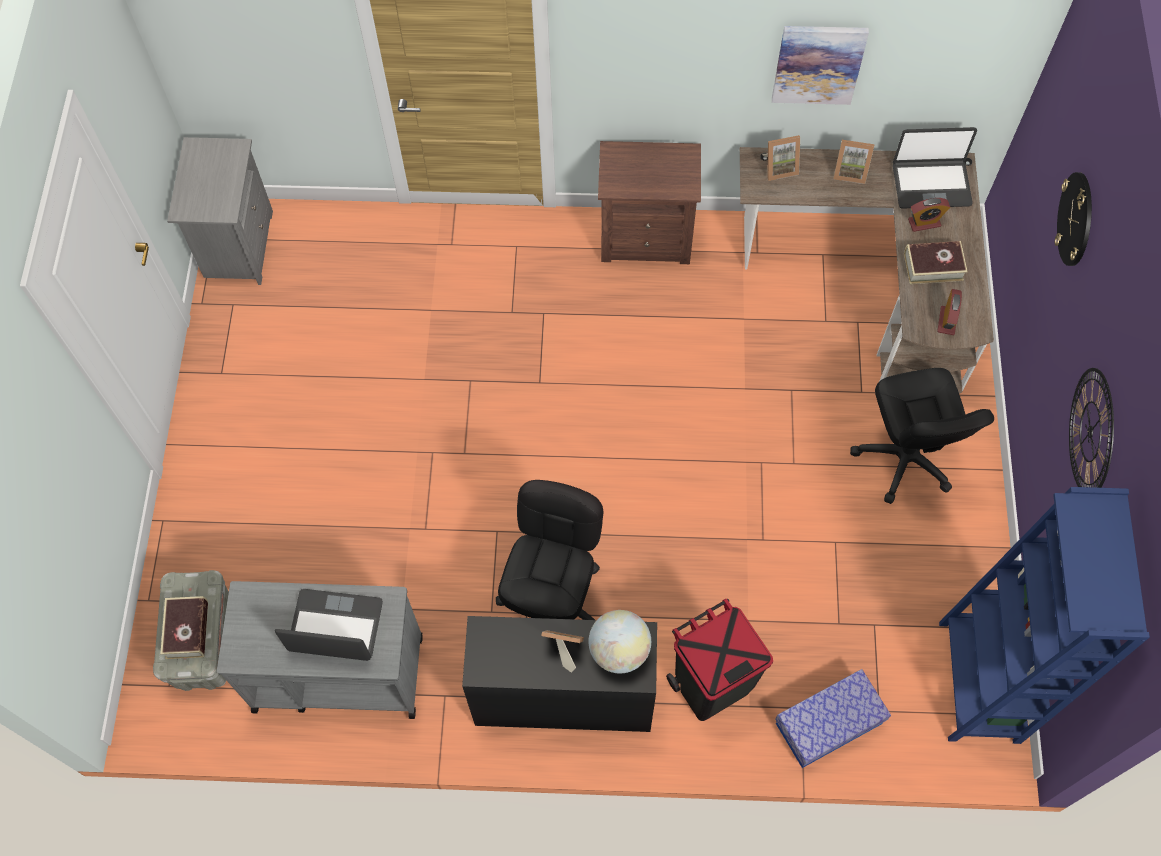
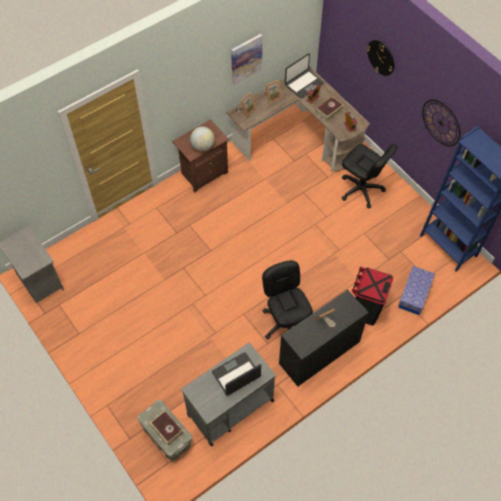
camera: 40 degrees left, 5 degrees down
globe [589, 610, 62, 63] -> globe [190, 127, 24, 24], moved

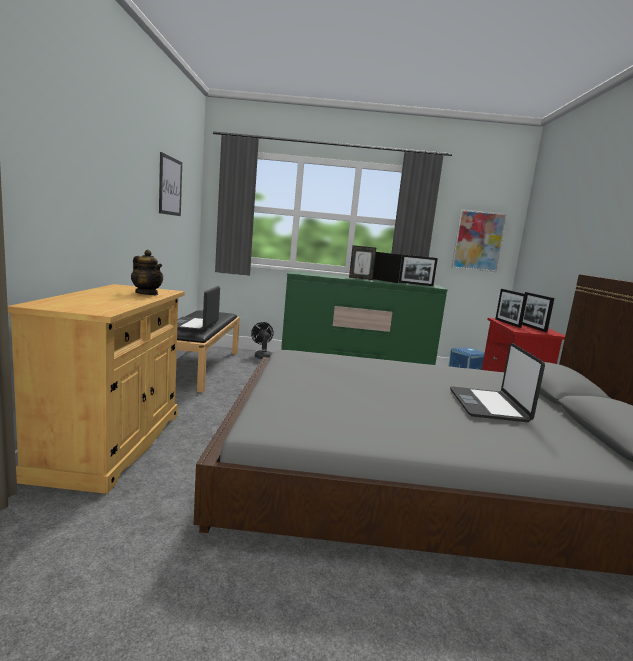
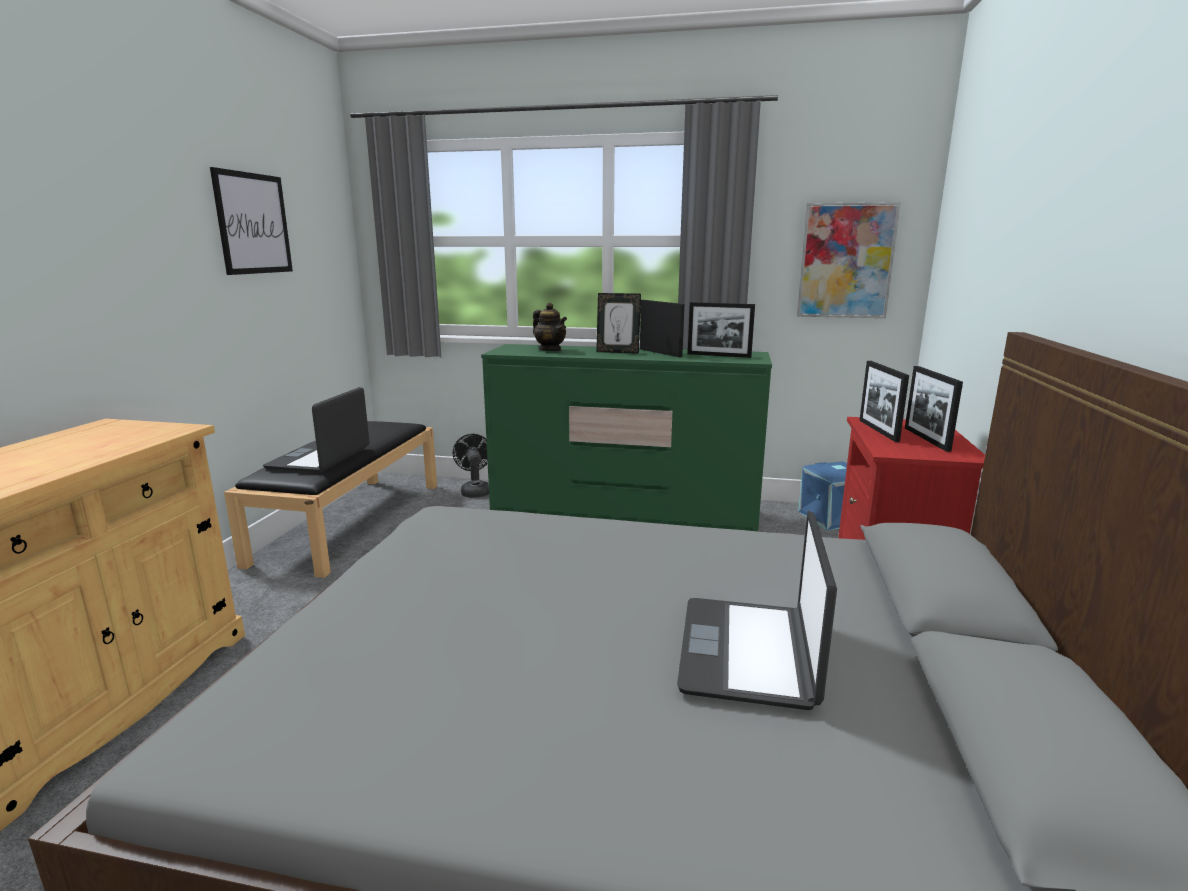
camera: 10 degrees right, 5 degrees up
teapot [131, 250, 32, 45] -> teapot [533, 303, 34, 48], moved

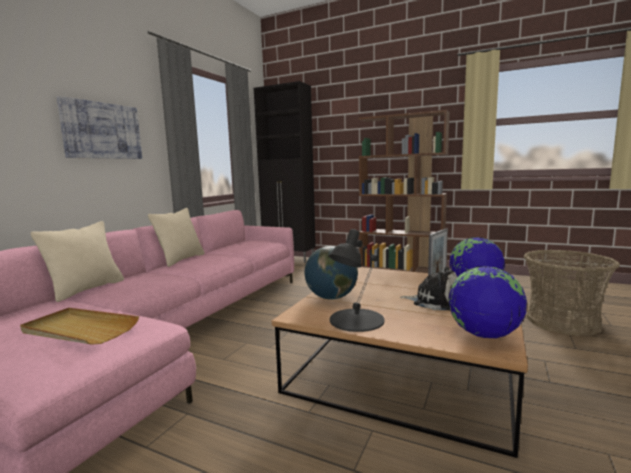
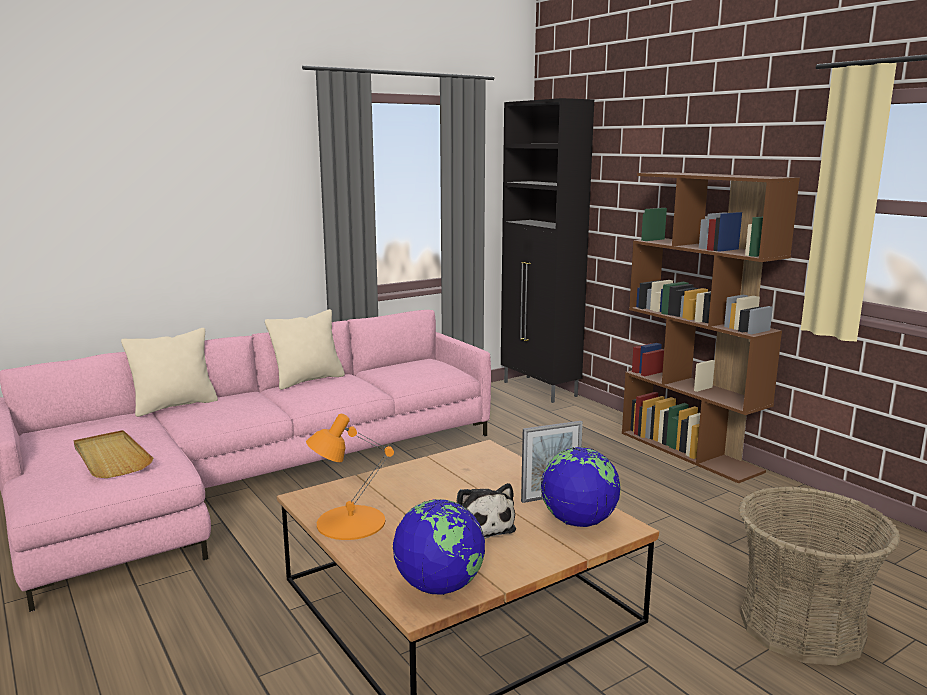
camera: 30 degrees right, 5 degrees up
wall art [57, 96, 85, 63] -> none
globe [304, 246, 54, 53] -> none
black table lamp [328, 229, 57, 103] -> orange-coloured table lamp [306, 414, 88, 126]

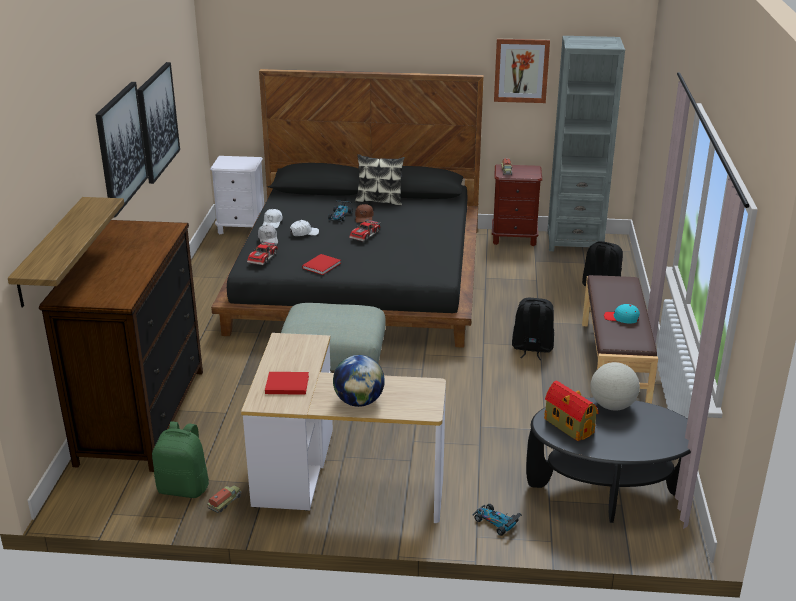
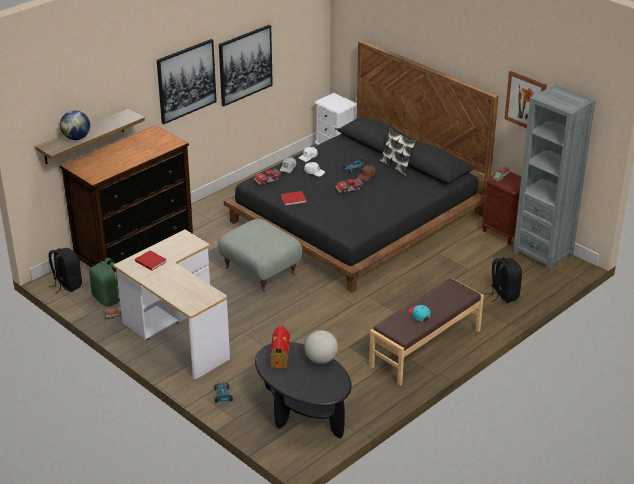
camera: 40 degrees right, 5 degrees up
globe [333, 355, 52, 52] -> globe [60, 110, 30, 30], moved
black backpack [512, 298, 42, 62] -> black backpack [48, 248, 34, 46], moved

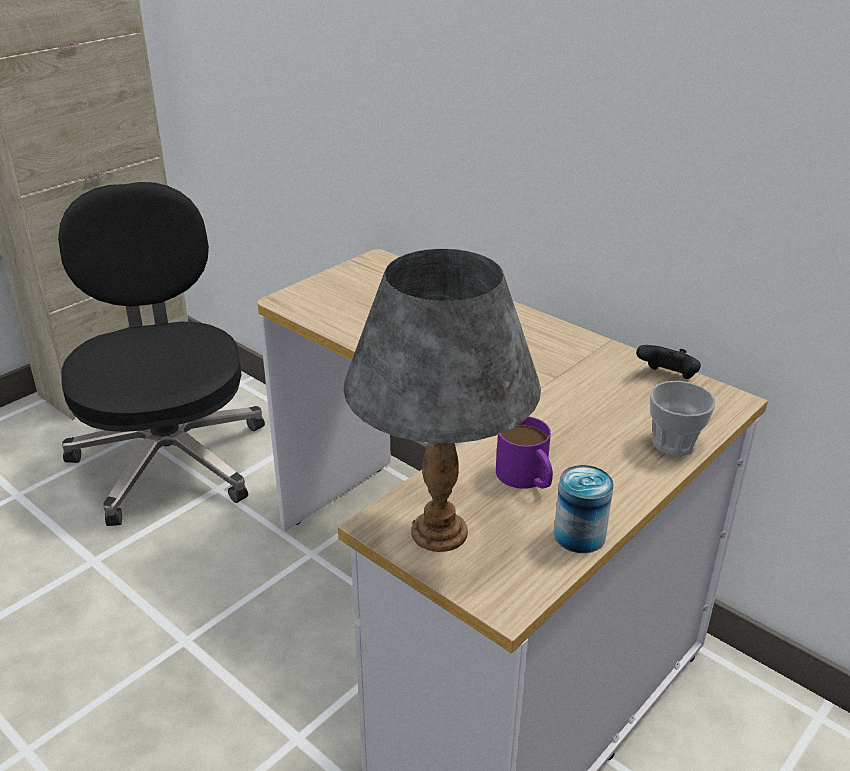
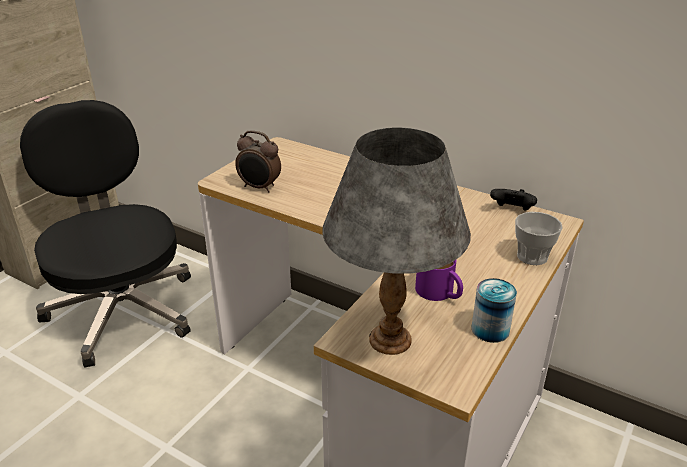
camera: 10 degrees left, 0 degrees up
none -> table clock [235, 130, 46, 62]

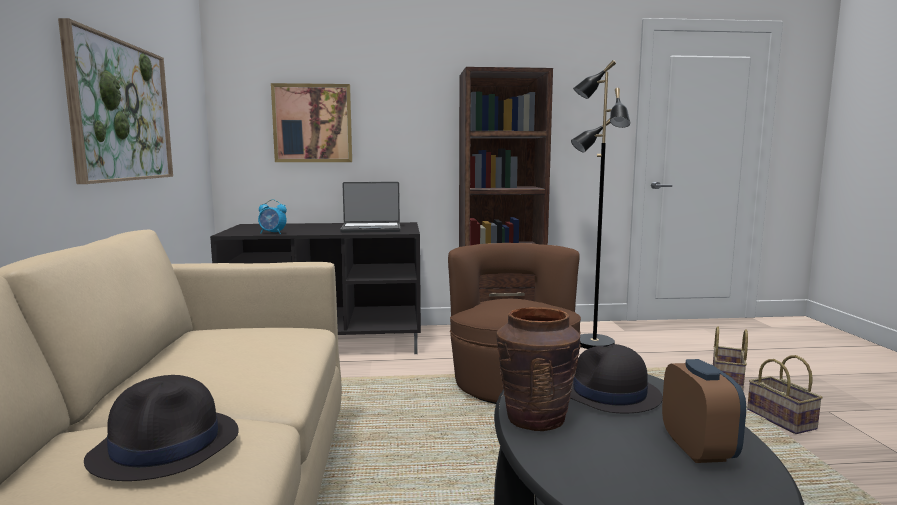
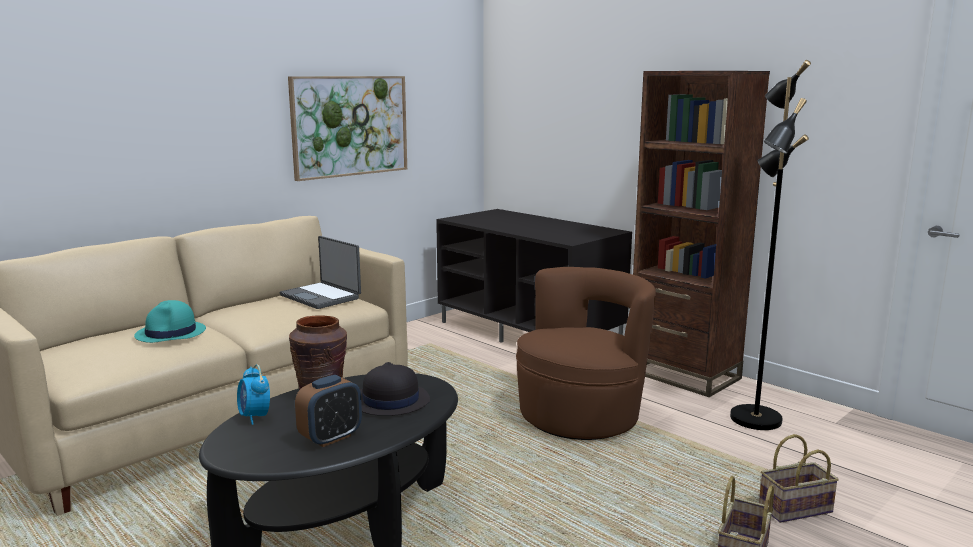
camera: 50 degrees right, 5 degrees up
wall art [271, 83, 81, 79] -> none
table clock [258, 199, 29, 35] -> table clock [237, 364, 33, 61], moved
laptop [340, 182, 61, 51] -> laptop [280, 236, 81, 73], moved
black hat [84, 375, 155, 106] -> blue-green hat [134, 300, 72, 43]

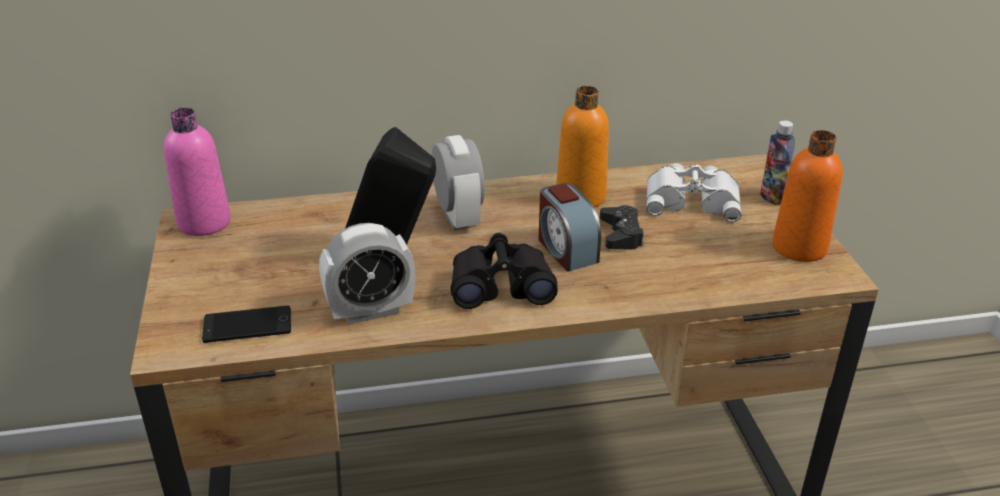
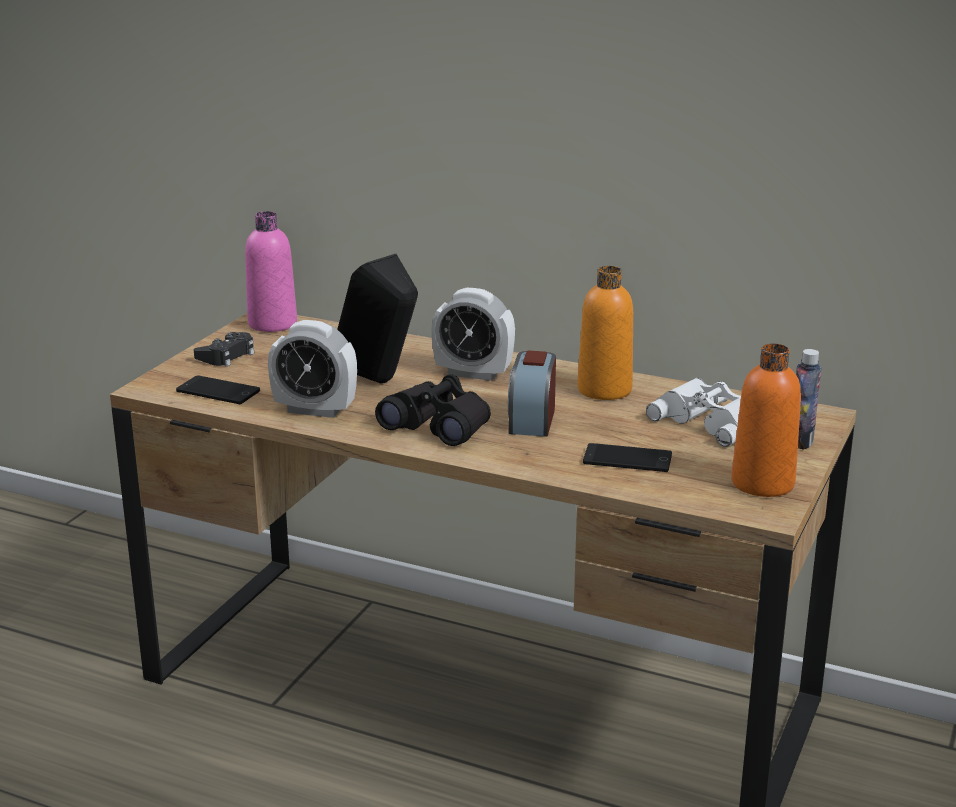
camera: 35 degrees right, 10 degrees down
none -> phone [583, 443, 89, 29]
black gamepad [600, 205, 44, 45] -> black gamepad [194, 332, 61, 35], moved
table clock [432, 135, 53, 95] -> table clock [431, 288, 84, 93], 90 degrees clockwise

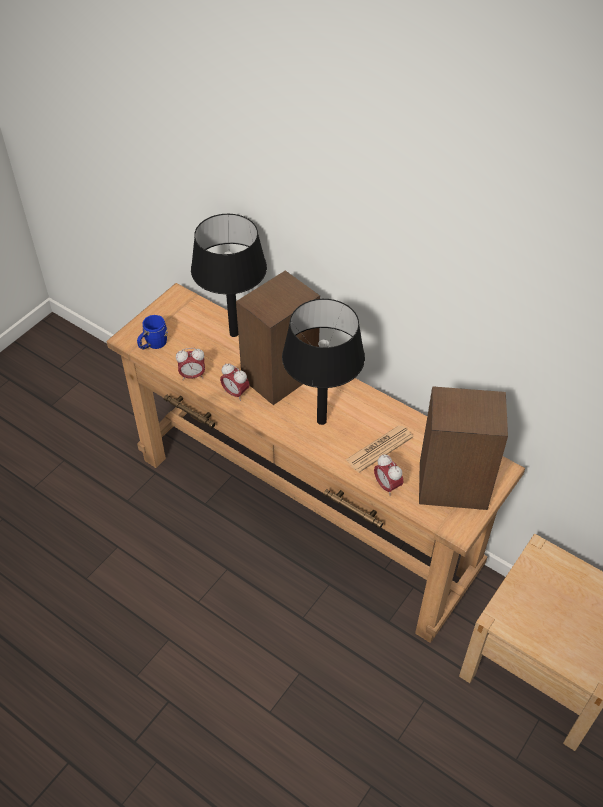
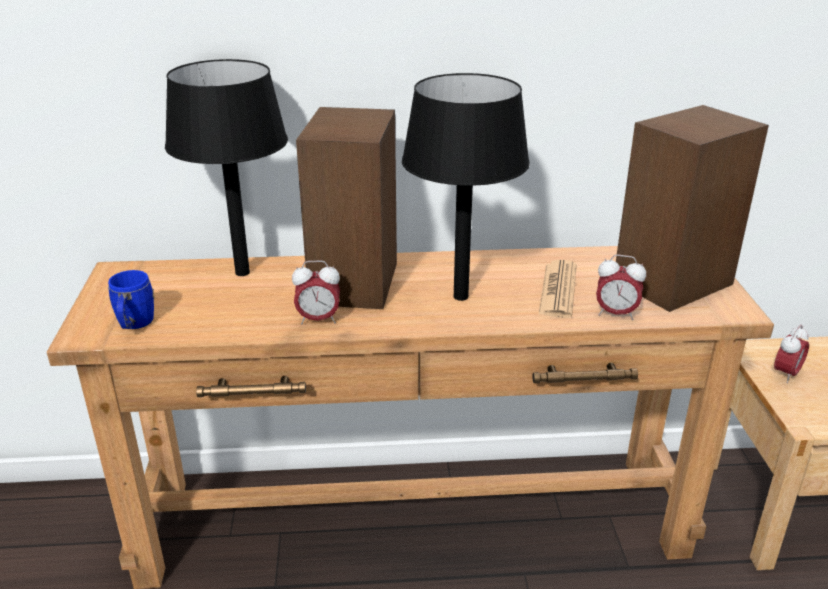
camera: 40 degrees left, 20 degrees down
table clock [176, 348, 29, 33] -> table clock [774, 325, 35, 58], moved

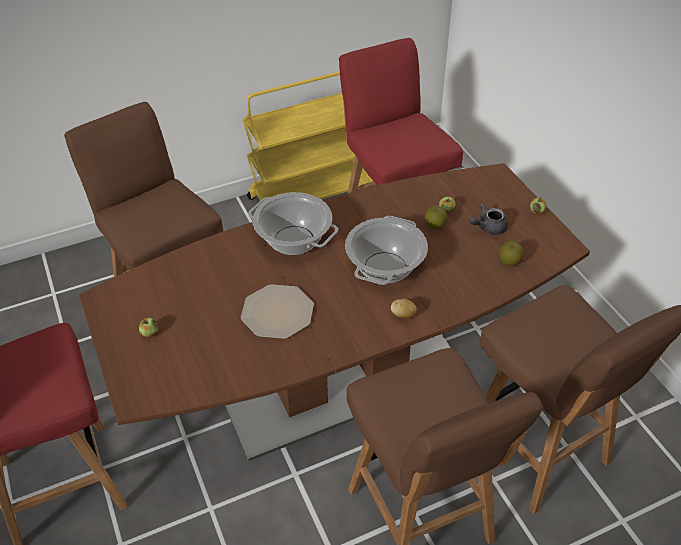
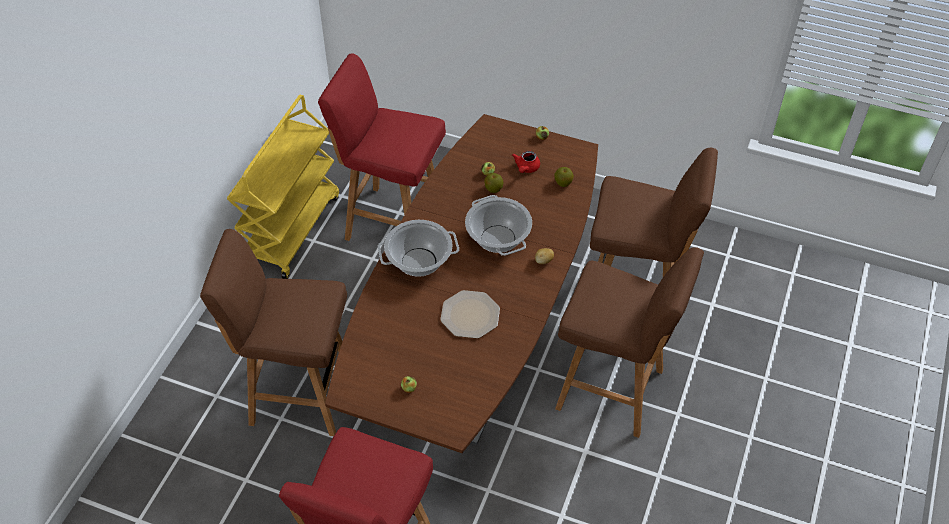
camera: 45 degrees left, 5 degrees up
gray teapot [469, 204, 39, 31] -> reddish teapot [512, 151, 28, 22]

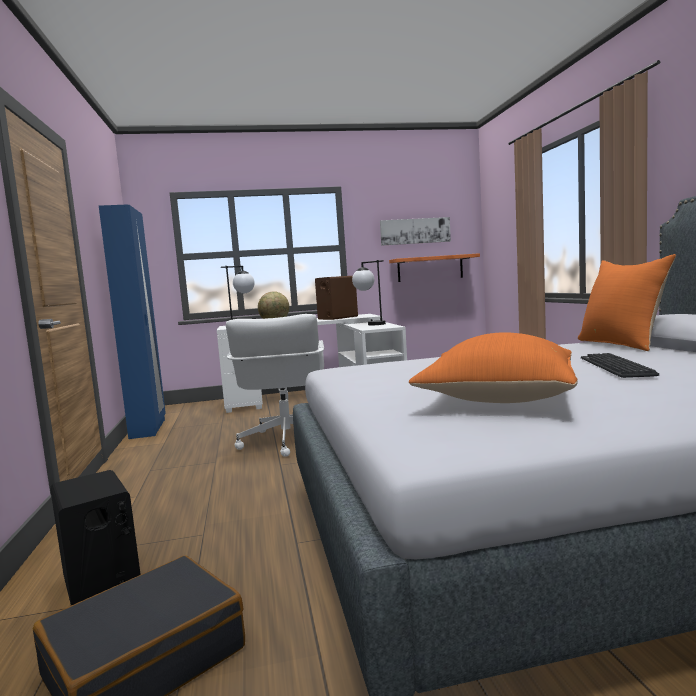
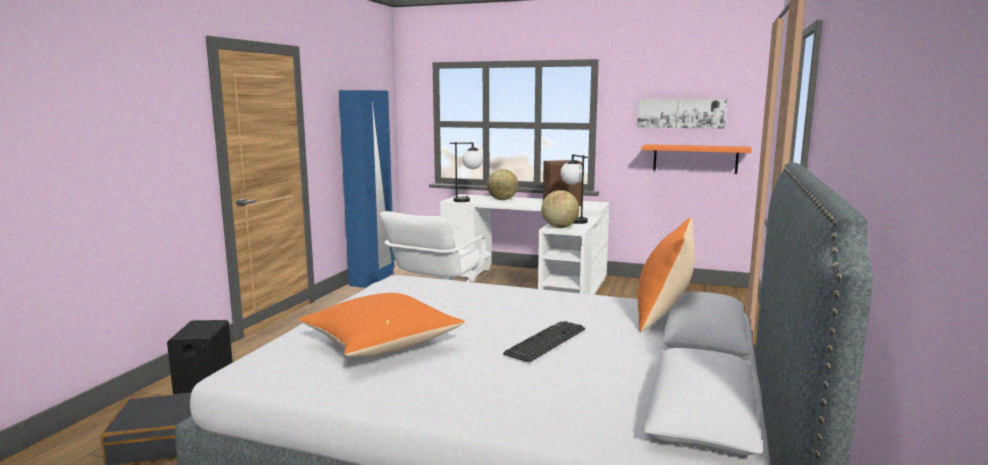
camera: 30 degrees right, 5 degrees up
none -> globe [541, 190, 38, 38]

